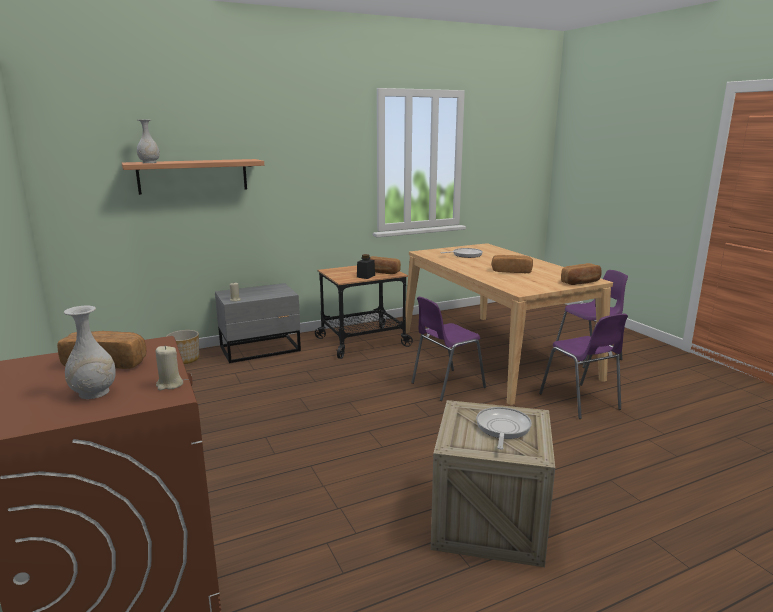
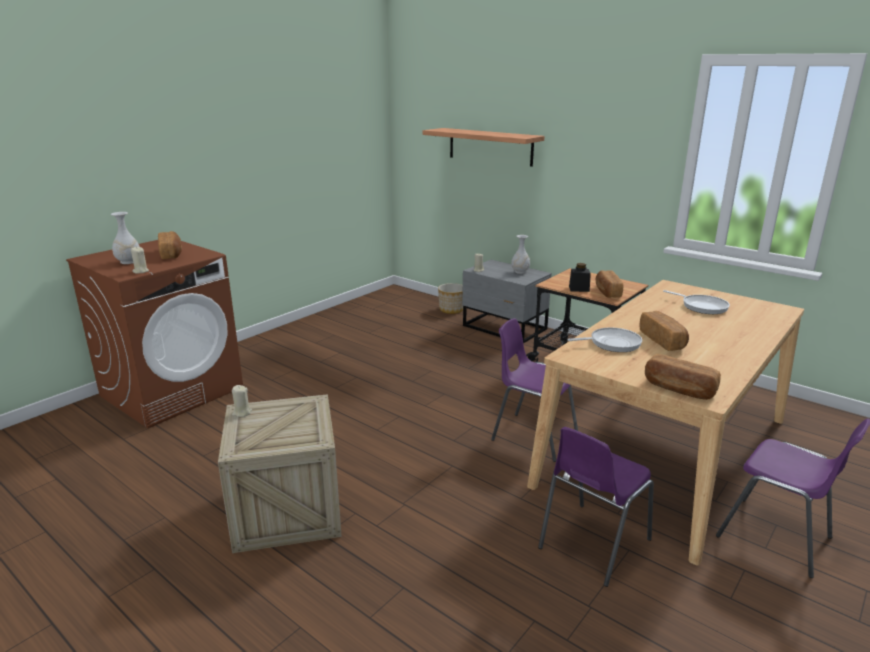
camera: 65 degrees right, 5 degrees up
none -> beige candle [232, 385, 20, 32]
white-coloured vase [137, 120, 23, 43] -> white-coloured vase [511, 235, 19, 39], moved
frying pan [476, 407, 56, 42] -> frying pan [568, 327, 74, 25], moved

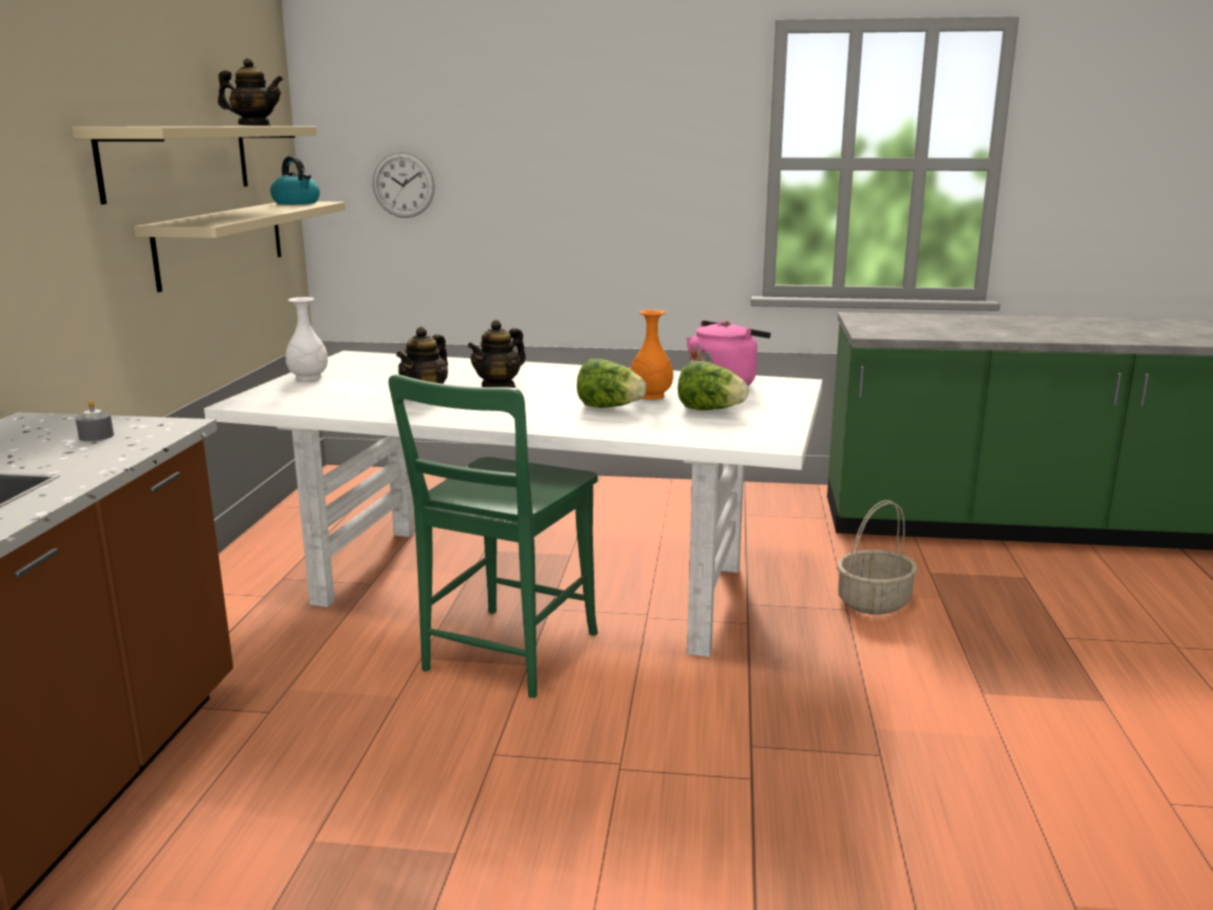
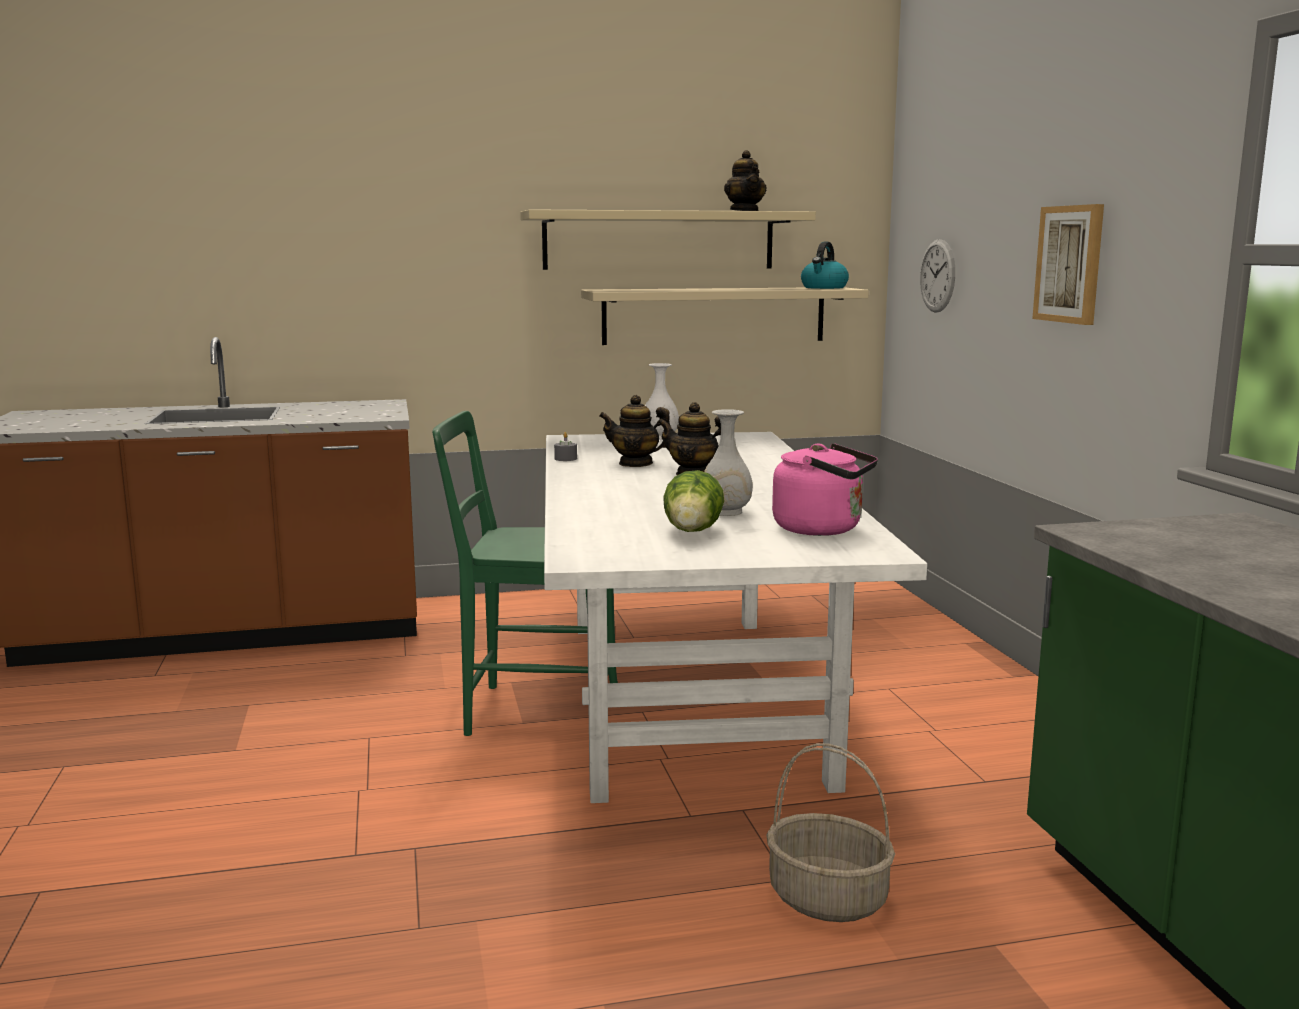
camera: 70 degrees right, 5 degrees down
lettuce head [577, 359, 70, 49] -> none
none -> wall art [1032, 204, 72, 121]
gray candle [75, 400, 39, 41] -> gray candle [554, 432, 23, 29], moved
orange-coloured vase [631, 309, 42, 91] -> white-coloured vase [704, 409, 49, 107]

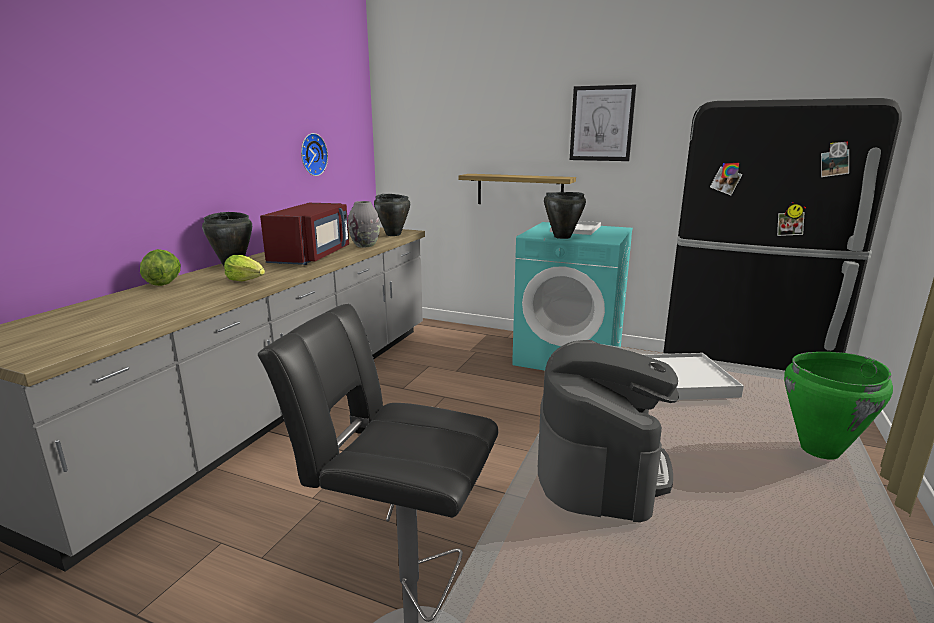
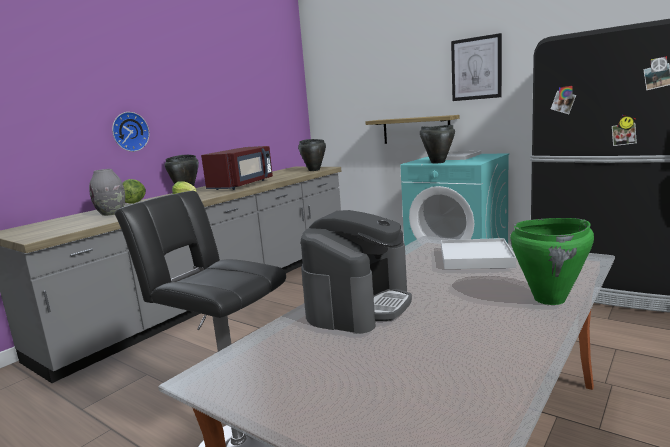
camera: 15 degrees right, 5 degrees down
hanging clock [301, 133, 27, 43] -> hanging clock [112, 112, 37, 40], moved
gray vase [348, 201, 32, 46] -> gray vase [89, 169, 36, 47], moved

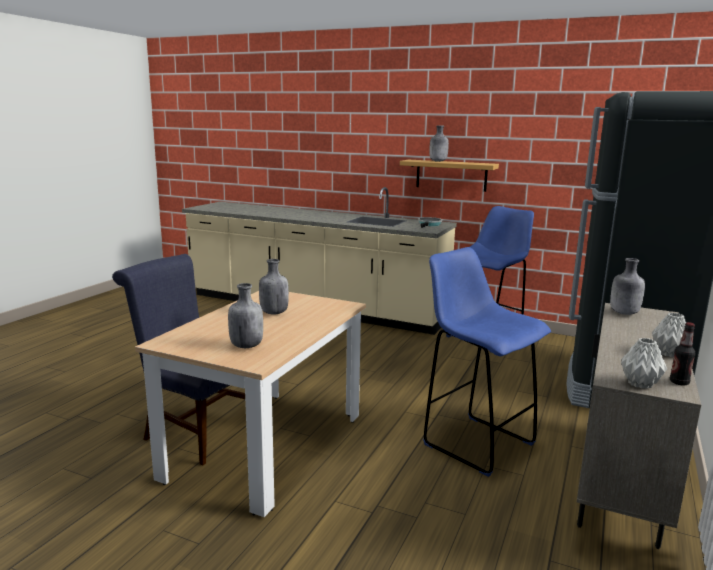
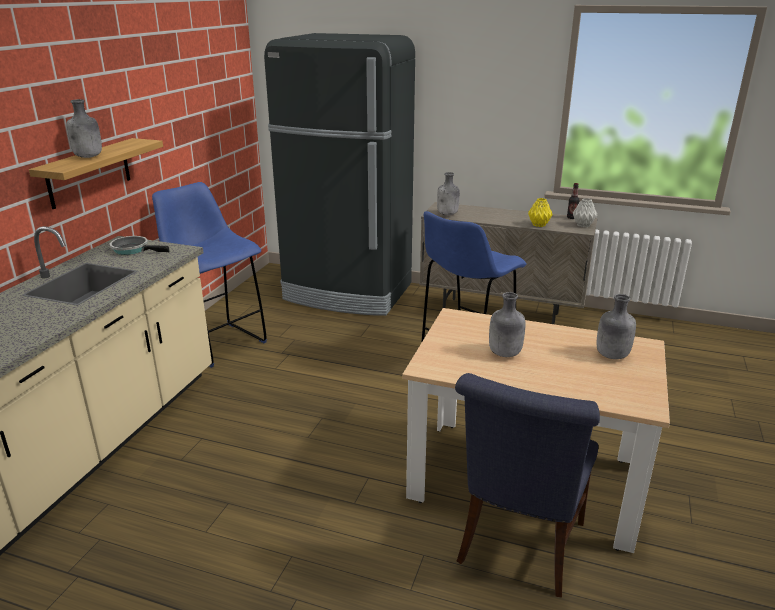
camera: 95 degrees left, 10 degrees up
gray vase [652, 313, 34, 44] -> none
none -> yellowish vase [528, 198, 25, 29]

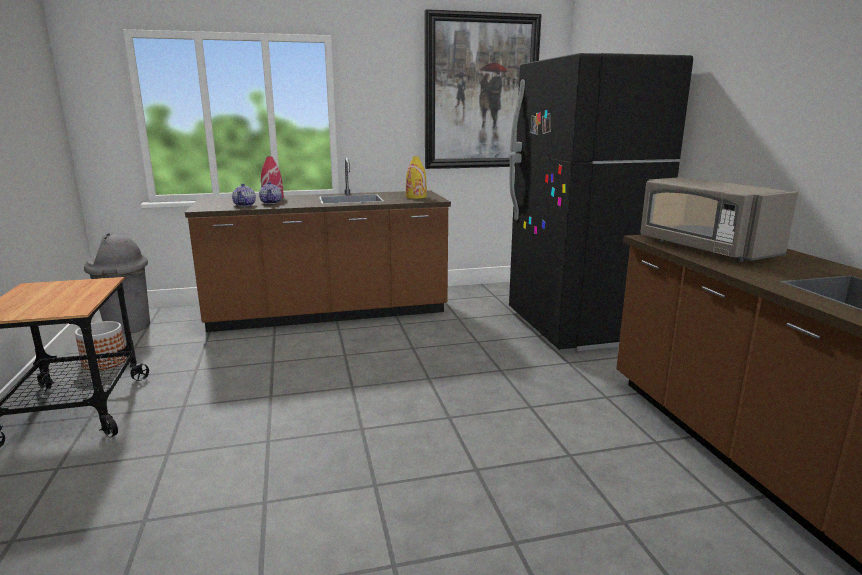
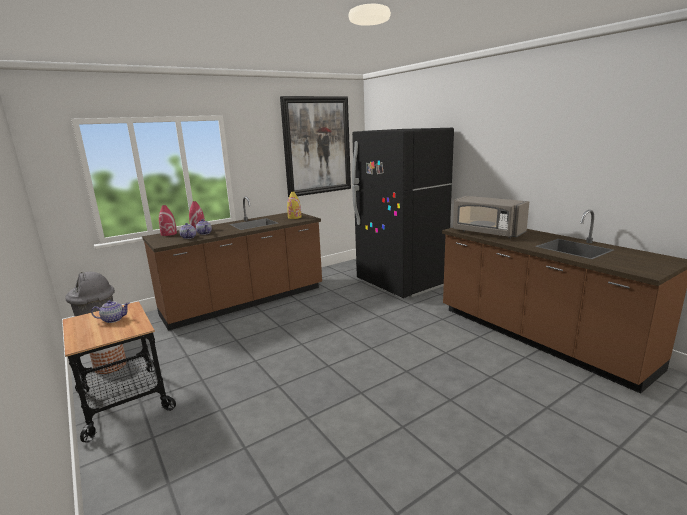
camera: 20 degrees left, 0 degrees up
none -> teapot [91, 300, 39, 23]
none -> reddish vase [159, 205, 18, 31]

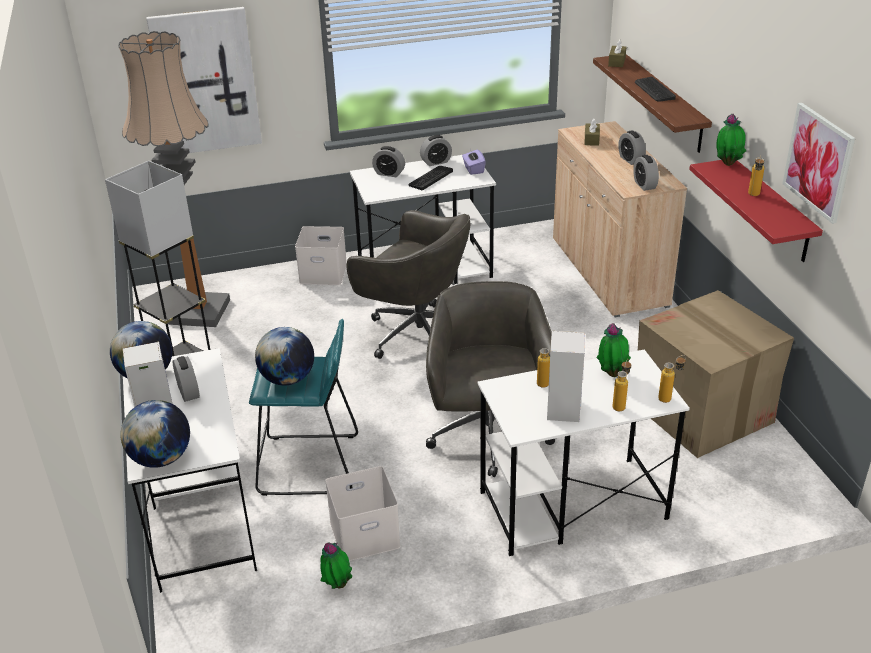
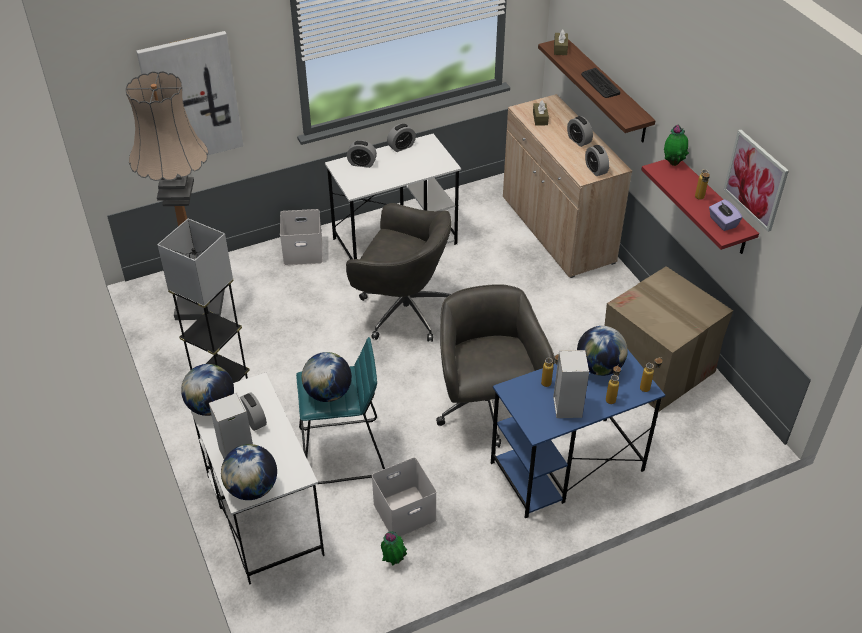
camera: 10 degrees left, 10 degrees up
PC keyboard [409, 166, 44, 24] -> none
purplish box of tissues [462, 149, 24, 26] -> purplish box of tissues [709, 199, 33, 32], moved
houseplant [596, 323, 35, 54] -> globe [577, 326, 51, 50]
white-coloured desk unit [478, 349, 212, 207] -> blue-coloured desk unit [491, 350, 174, 168]

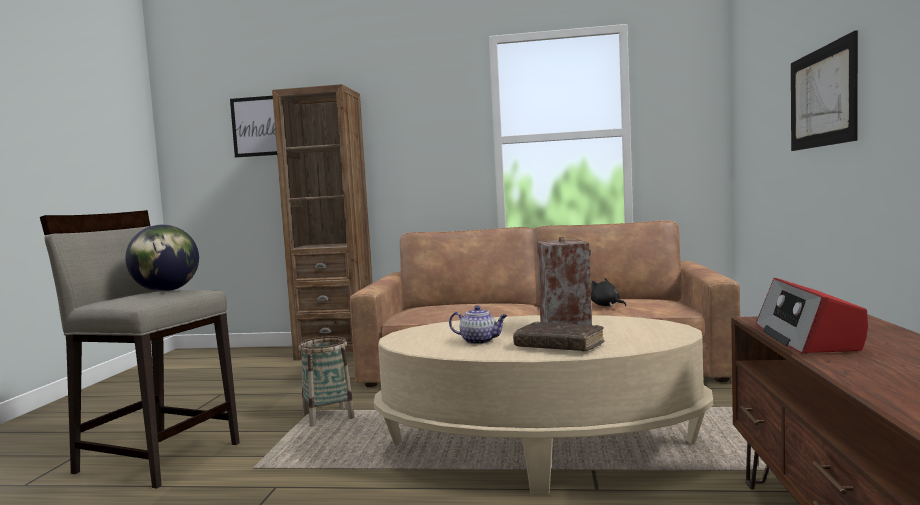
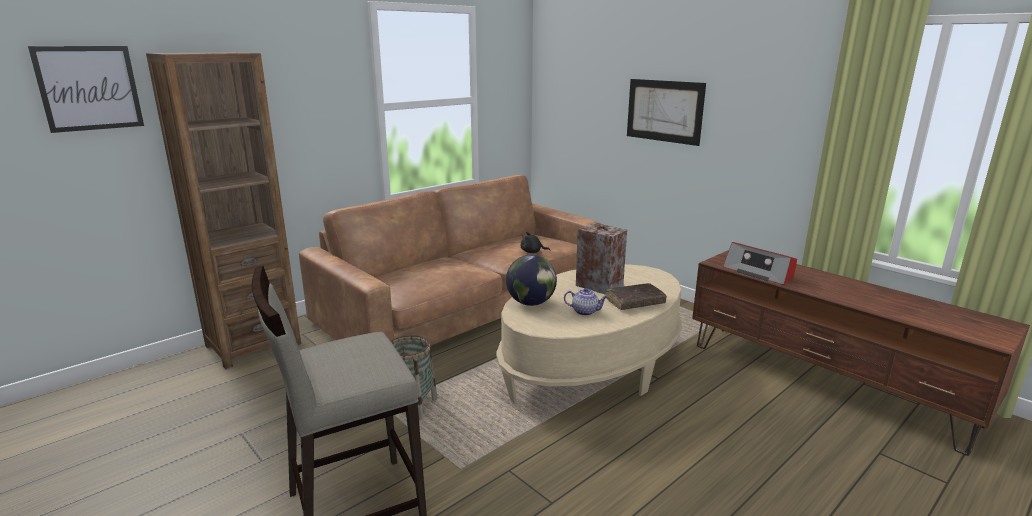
camera: 50 degrees left, 15 degrees up
globe [125, 225, 74, 67] -> globe [506, 255, 51, 51], moved
teapot [449, 305, 58, 39] -> teapot [564, 288, 44, 28], 45 degrees clockwise

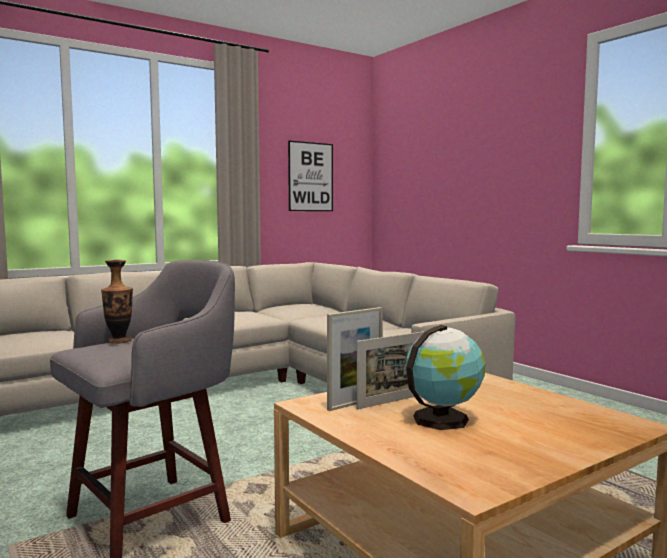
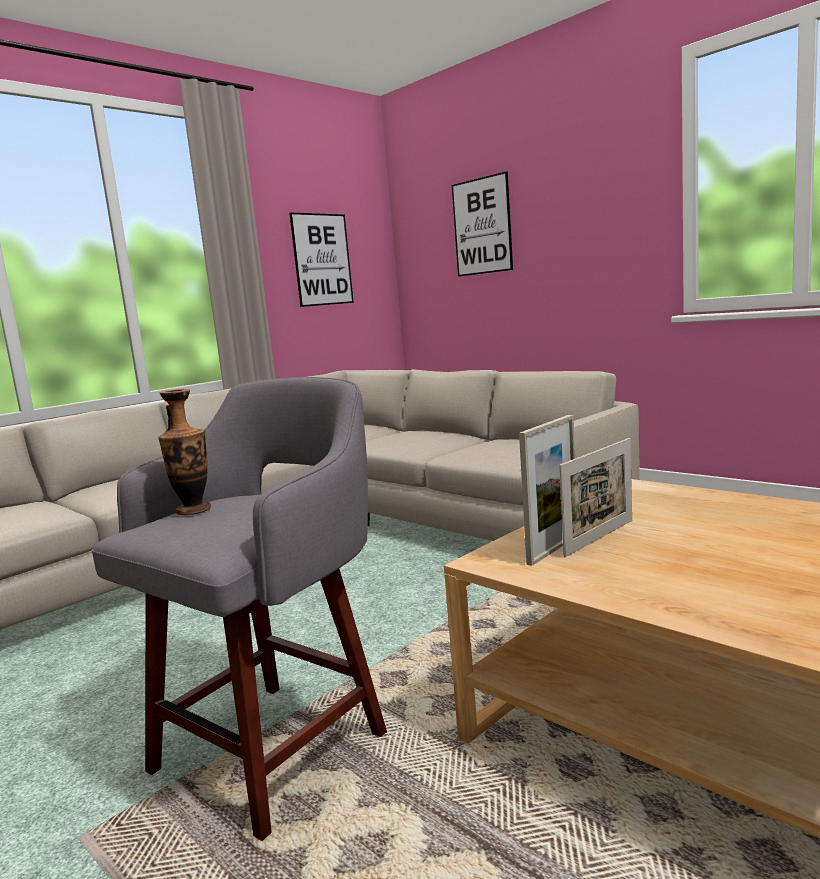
camera: 10 degrees left, 5 degrees up
globe [406, 325, 80, 105] -> none
none -> wall art [452, 171, 61, 106]

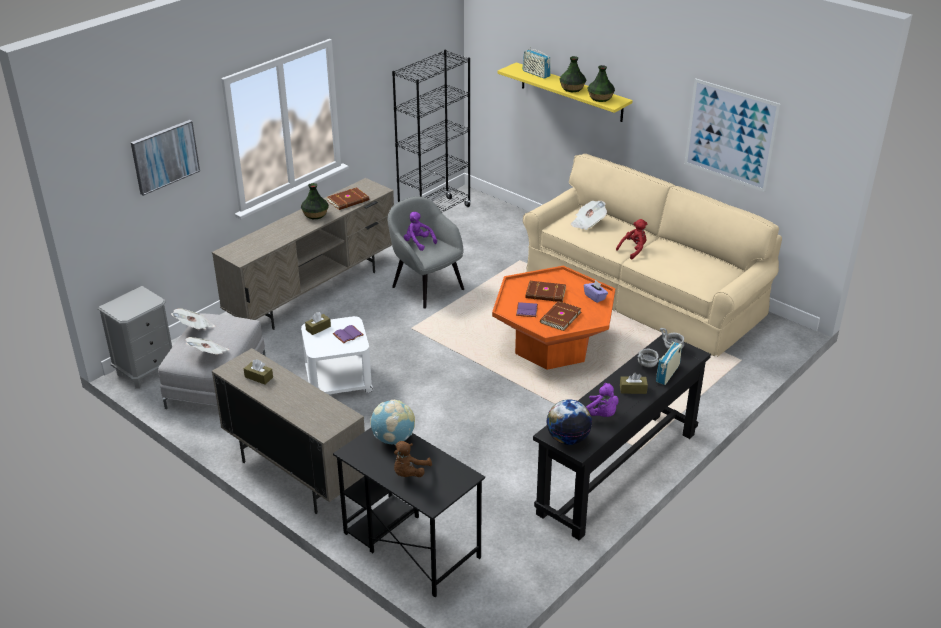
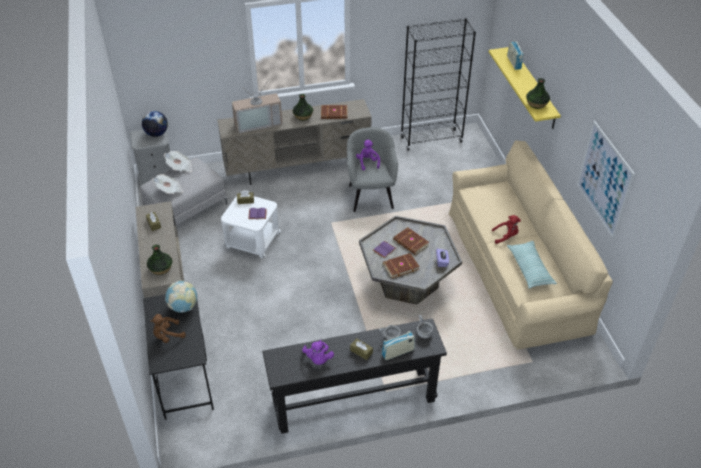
camera: 35 degrees right, 10 degrees up
wall art [131, 120, 69, 76] -> none
printed paper [571, 201, 36, 29] -> none
none -> television [232, 81, 51, 52]
none -> pillow [507, 241, 50, 47]
globe [546, 399, 46, 46] -> globe [142, 111, 26, 26], moved
vase [559, 56, 27, 37] -> vase [147, 245, 26, 30], moved
orange-coloured low table [492, 266, 123, 104] -> gray low table [359, 216, 103, 89]

